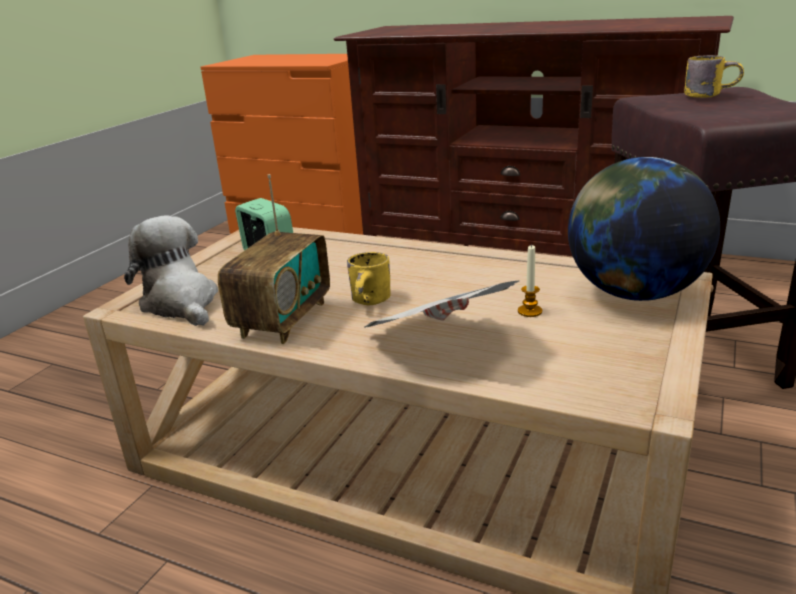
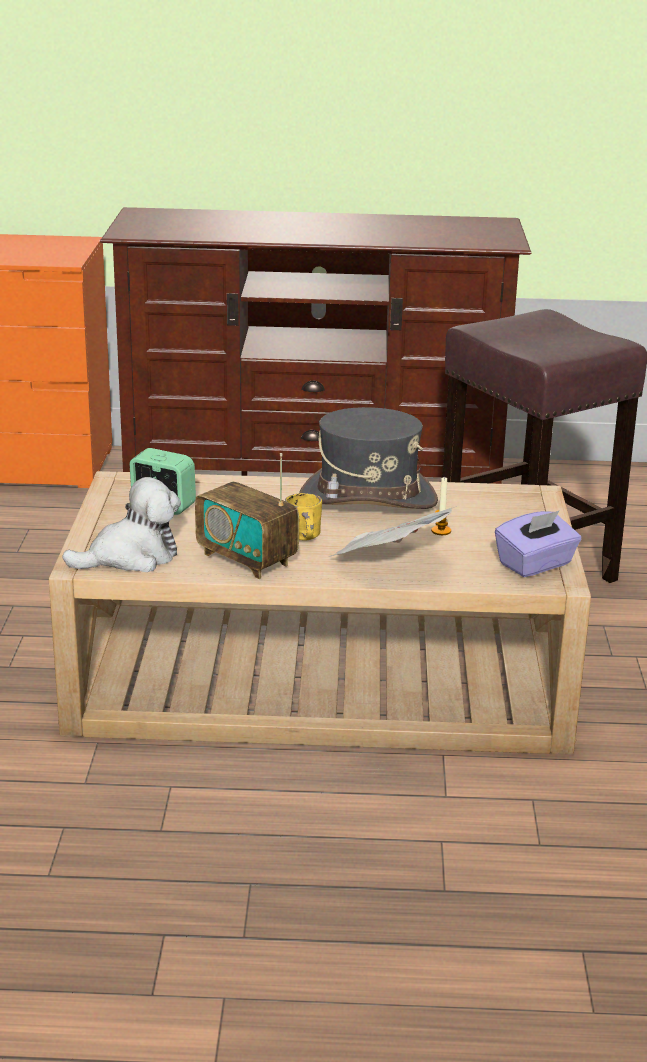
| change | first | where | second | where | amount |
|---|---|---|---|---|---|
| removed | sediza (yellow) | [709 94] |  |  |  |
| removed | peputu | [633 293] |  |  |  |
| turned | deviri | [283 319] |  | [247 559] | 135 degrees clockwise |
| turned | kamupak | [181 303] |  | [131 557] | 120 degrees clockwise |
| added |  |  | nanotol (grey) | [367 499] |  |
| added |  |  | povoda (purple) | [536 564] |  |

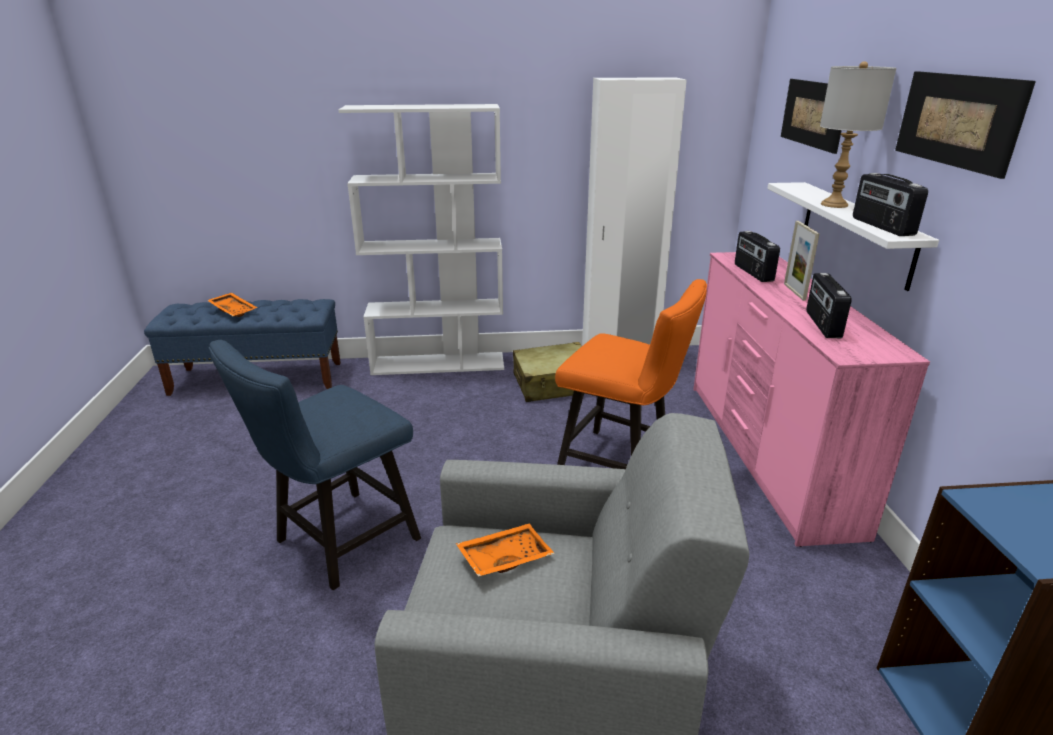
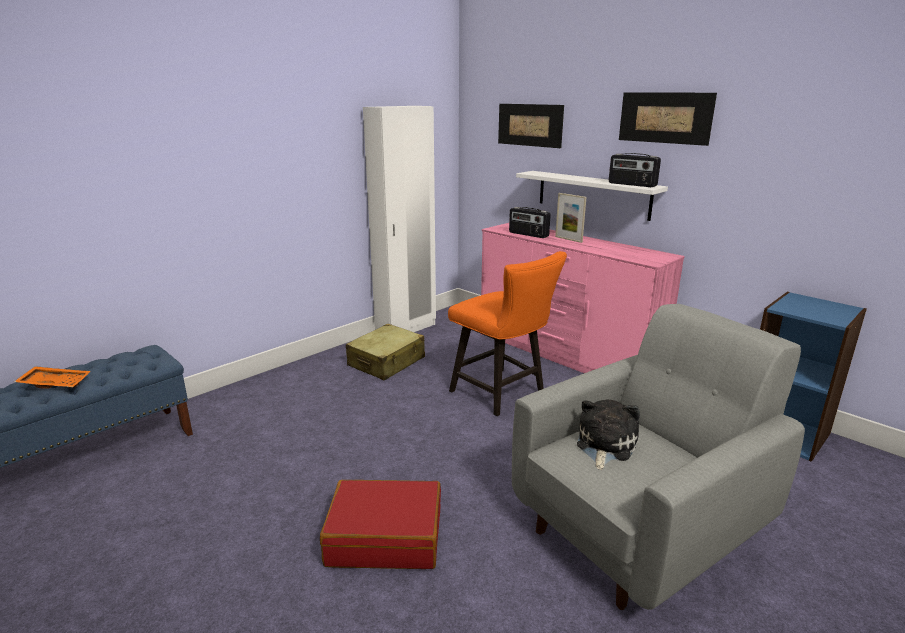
| change | first | where | second | where | amount |
|---|---|---|---|---|---|
| removed | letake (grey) | [834 205] |  |  |  |
| removed | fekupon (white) | [439 364] |  |  |  |
| removed | deviri | [822 324] |  |  |  |
| turned | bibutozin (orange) | [621 466] |  | [502 394] | 60 degrees clockwise |
| replaced | bibutozin (blue) | [338 544] | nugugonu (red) | [385 537] |  |
| replaced | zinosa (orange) | [504 557] | kamupak | [604 445] |  |

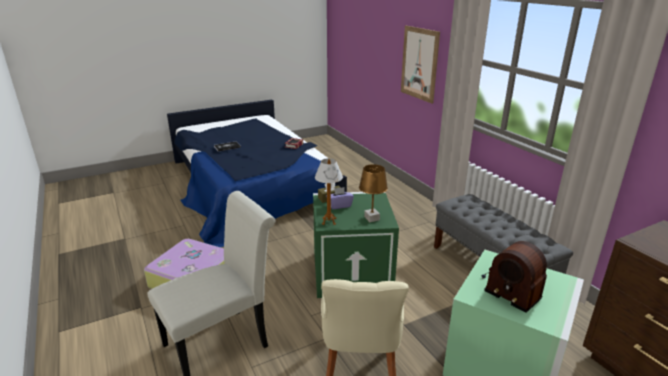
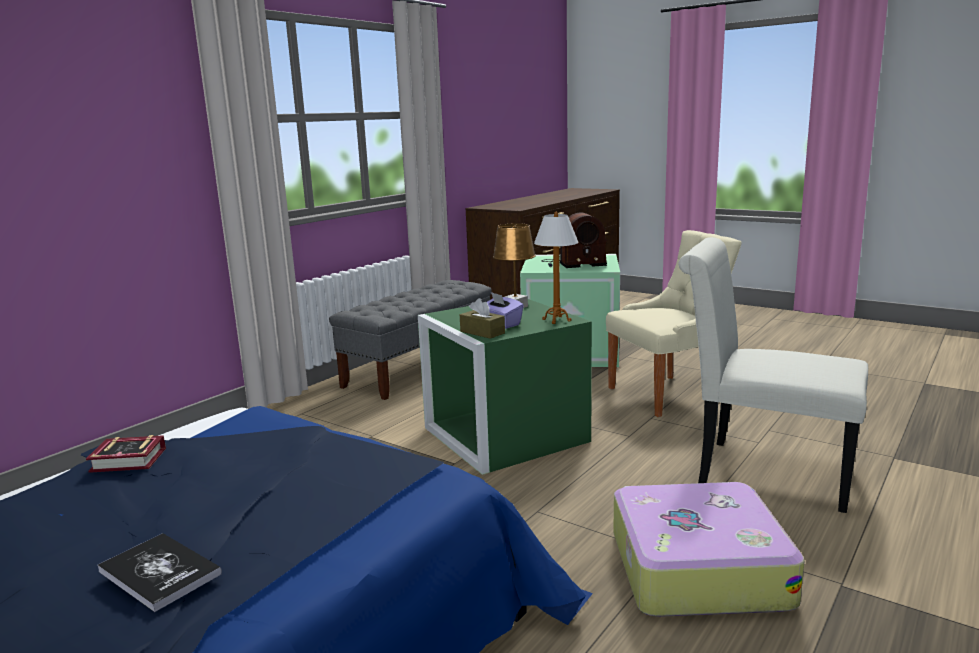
| change | first | where | second | where | amount |
|---|---|---|---|---|---|
| removed | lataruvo | [419 63] |  |  |  |
| turned | deviri | [510 287] |  | [572 264] | 60 degrees clockwise |

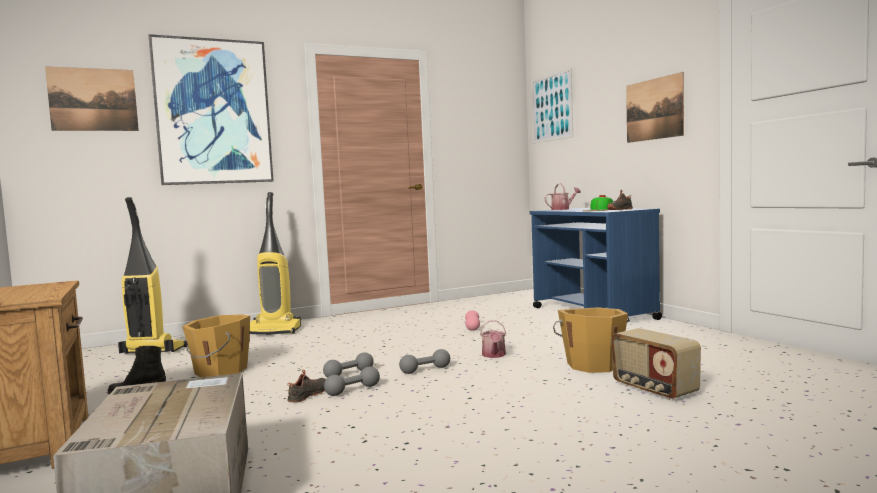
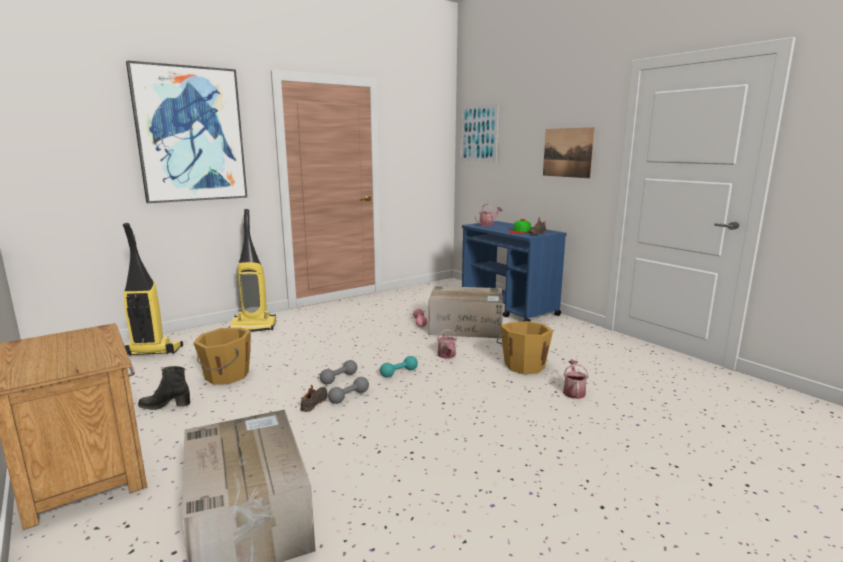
| change | first | where | second | where | amount |
|---|---|---|---|---|---|
| removed | lataruvo | [93 99] |  |  |  |
| replaced | deviri | [654 389] | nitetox | [573 391] |  |
| recoloured | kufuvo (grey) | [425 370] | kufuvo (turquoise) | [399 373] |  |
| added |  |  | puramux | [466 327] |  |

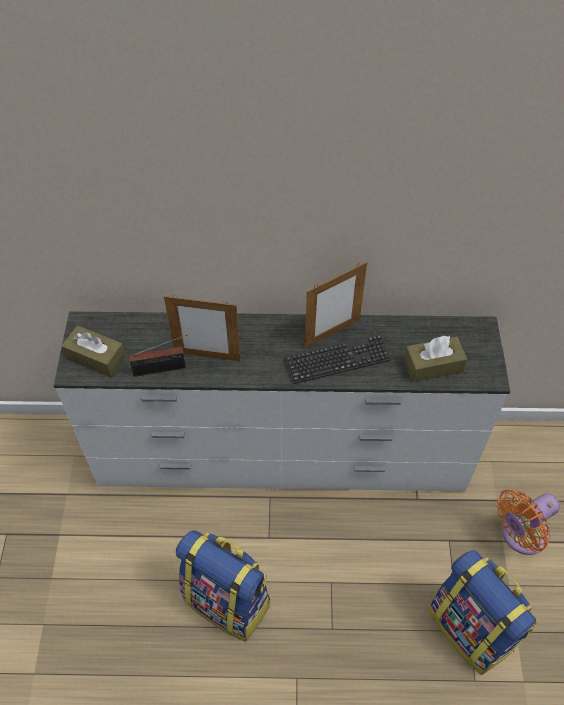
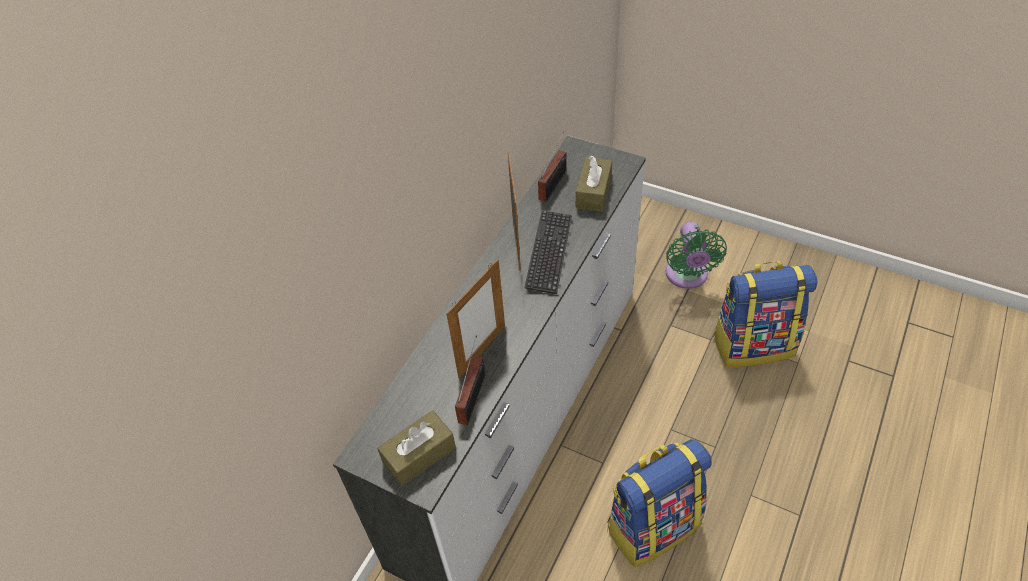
| change | first | where | second | where | amount |
|---|---|---|---|---|---|
| recoloured | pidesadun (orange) | [520 535] | pidesadun (green) | [687 276] |  |
| added |  |  | deviri | [554 183] |  |

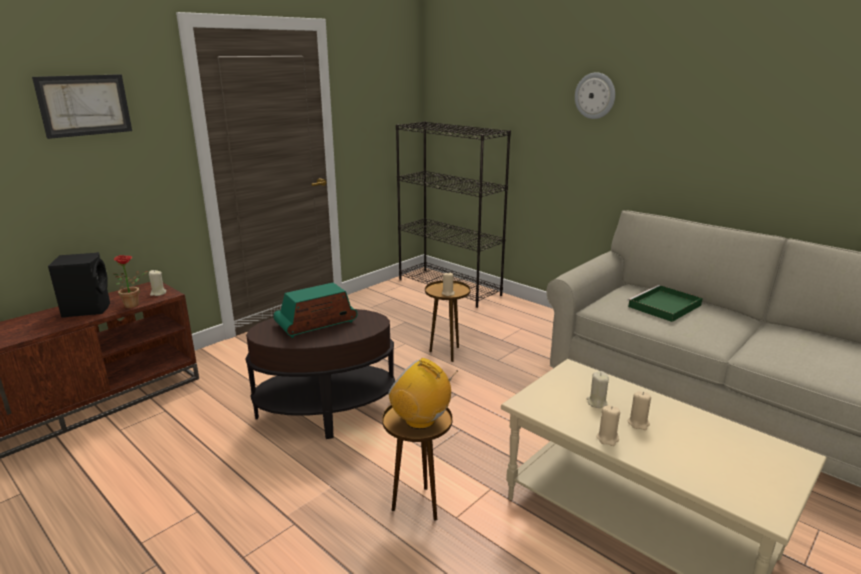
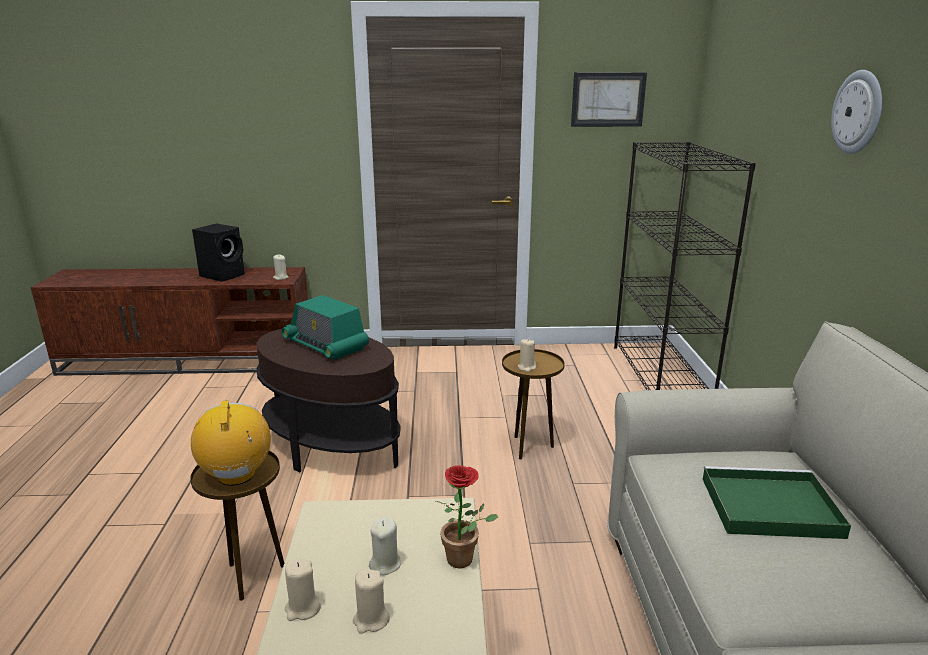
| change | first | where | second | where | amount |
|---|---|---|---|---|---|
| moved | lataruvo | [84 105] |  | [608 99] |  |
| moved | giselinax | [135 305] |  | [465 560] |  |
| turned | deviri | [316 323] |  | [326 345] | 150 degrees counterclockwise |

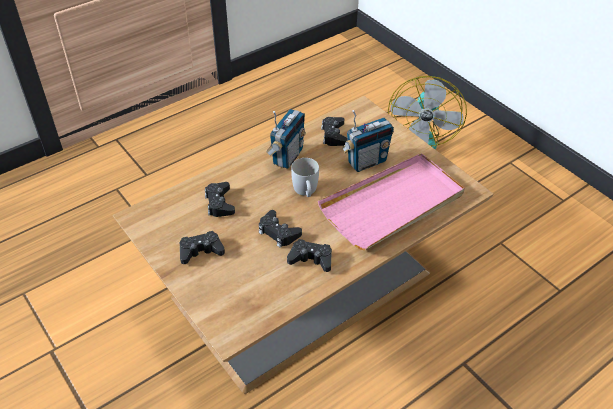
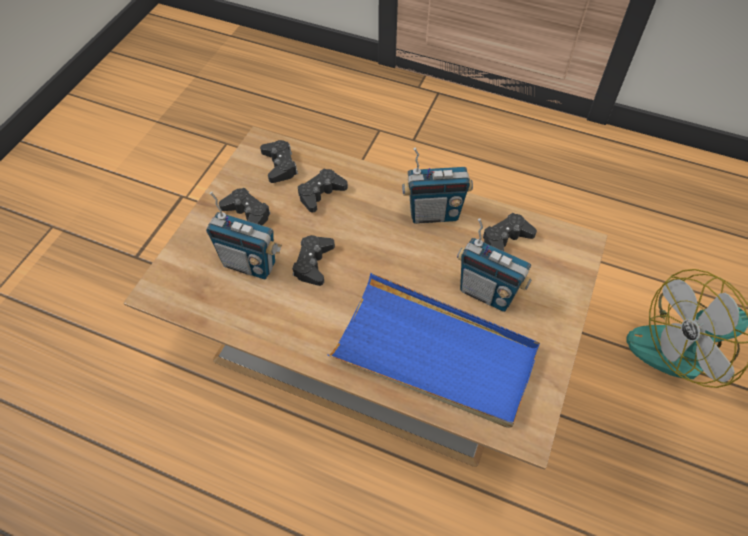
| change | first | where | second | where | amount |
|---|---|---|---|---|---|
| recoloured | zinosa (pink) | [393 204] | zinosa (blue) | [435 354] |  |
| removed | sediza (white) | [306 191] |  |  |  |
| moved | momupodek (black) | [311 259] |  | [280 165] |  |
| added |  |  | deviri | [250 264] |  |

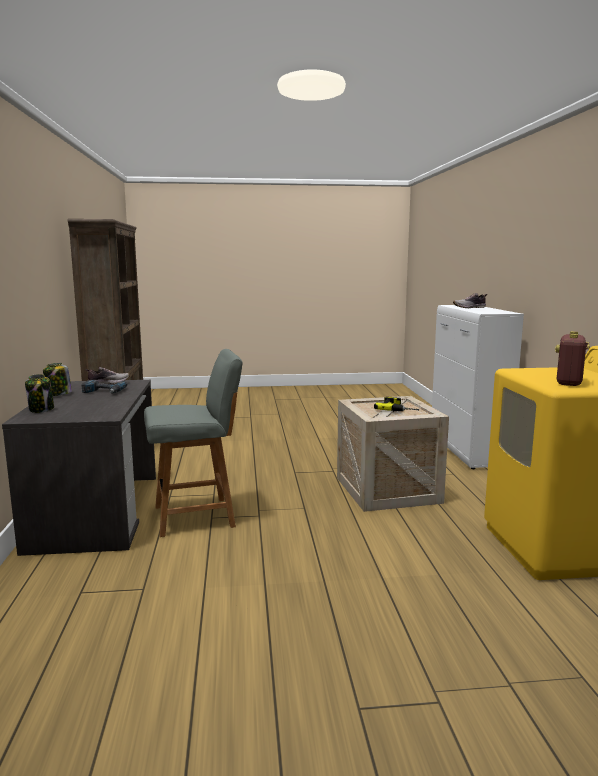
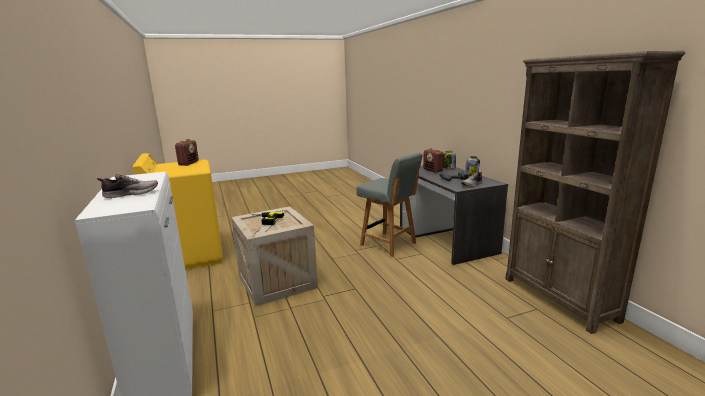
| change | first | where | second | where | amount |
|---|---|---|---|---|---|
| turned | bibutozin (grey) | [196 516] |  | [389 244] | 105 degrees counterclockwise |
| added |  |  | deviri | [433 170] |  |

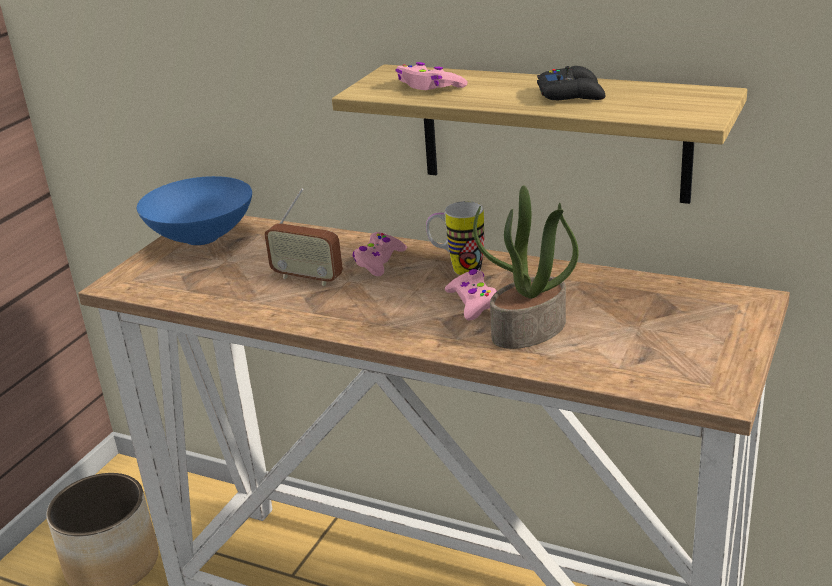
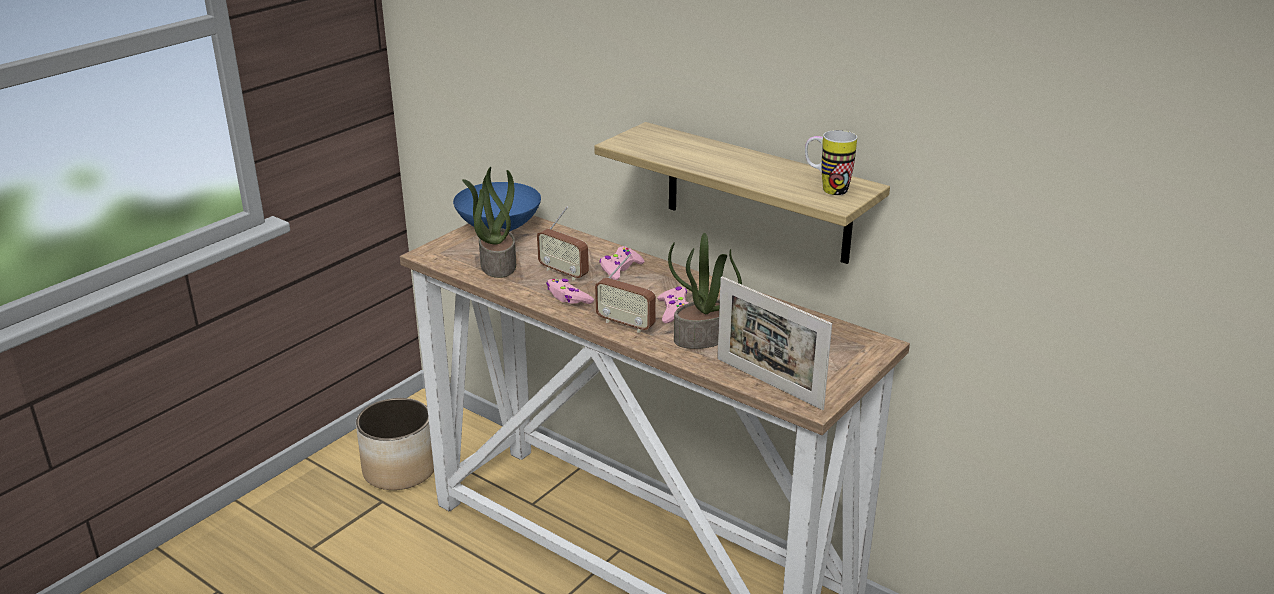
| change | first | where | second | where | amount |
|---|---|---|---|---|---|
| moved | momupodek (pink) | [429 86] |  | [568 298] |  |
| removed | momupodek (black) | [571 94] |  |  |  |
| moved | sediza | [457 269] |  | [826 189] |  |
| added |  |  | giselinax | [497 264] |  |
| added |  |  | deviri | [625 324] |  |
| added |  |  | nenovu | [768 383] |  |

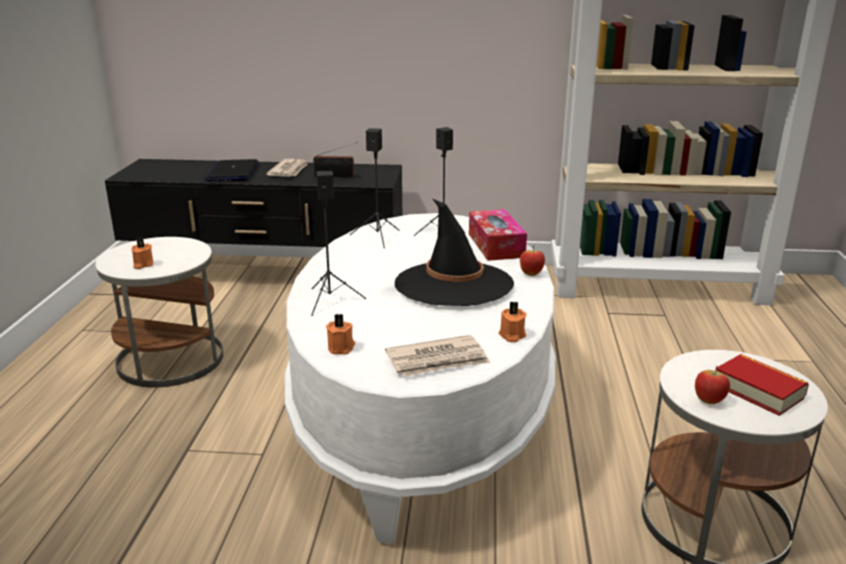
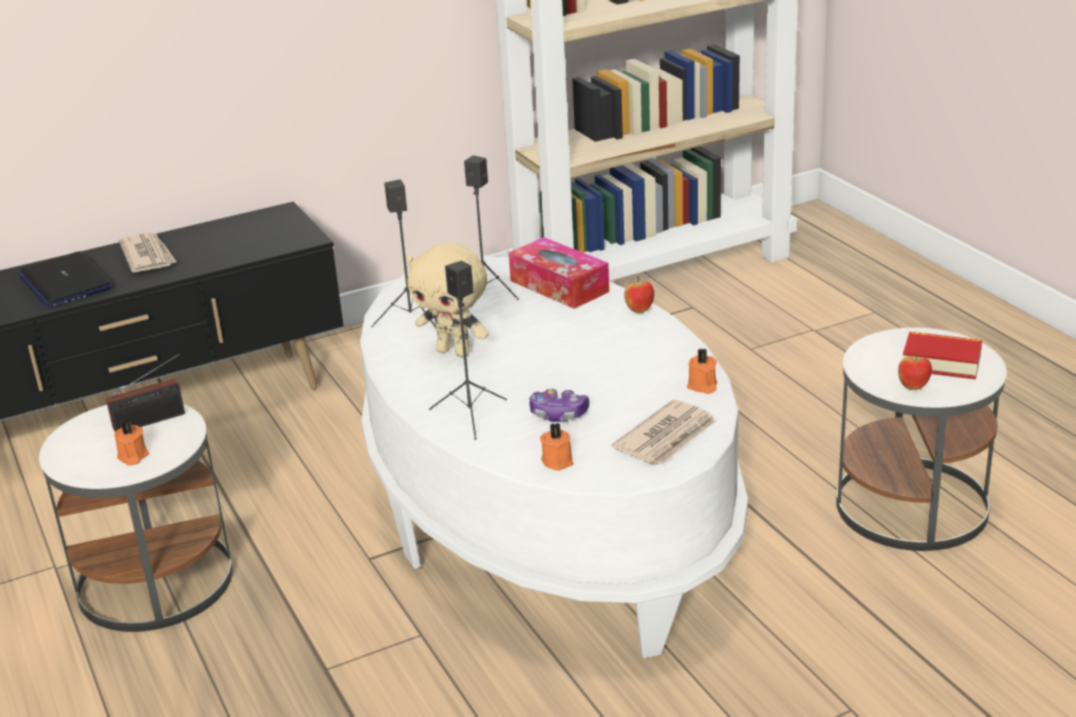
| change | first | where | second | where | amount |
|---|---|---|---|---|---|
| moved | deviri | [336 177] |  | [153 420] |  |
| removed | nanotol (black) | [453 284] |  |  |  |
| added |  |  | kamupak (beige) | [454 351] |  |
| added |  |  | momupodek | [558 414] |  |

